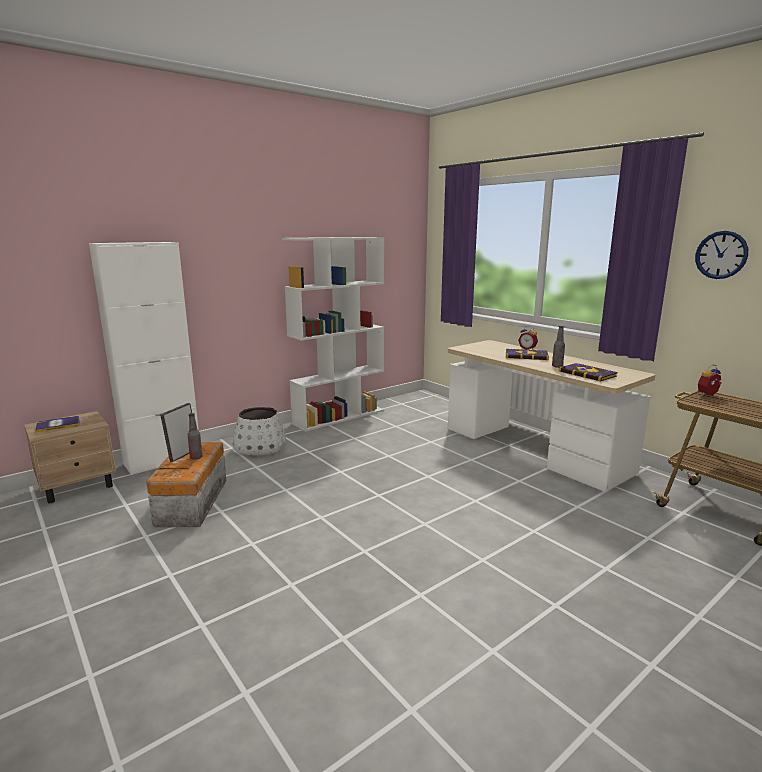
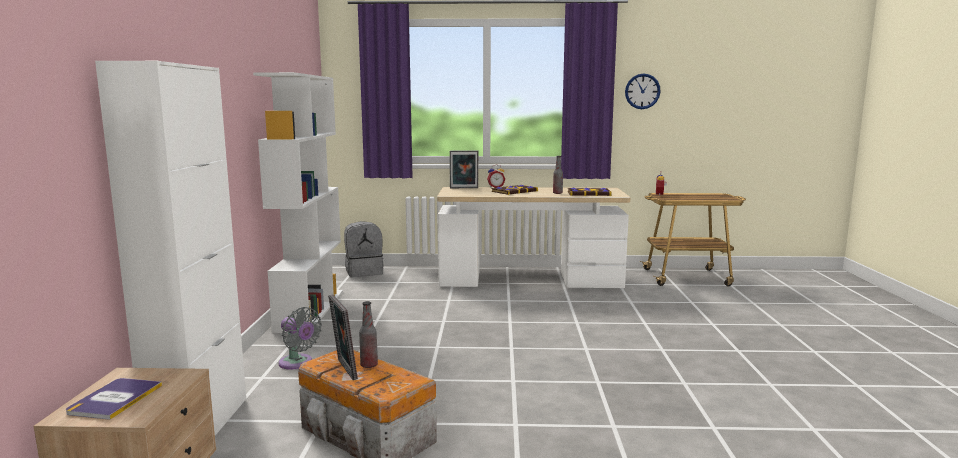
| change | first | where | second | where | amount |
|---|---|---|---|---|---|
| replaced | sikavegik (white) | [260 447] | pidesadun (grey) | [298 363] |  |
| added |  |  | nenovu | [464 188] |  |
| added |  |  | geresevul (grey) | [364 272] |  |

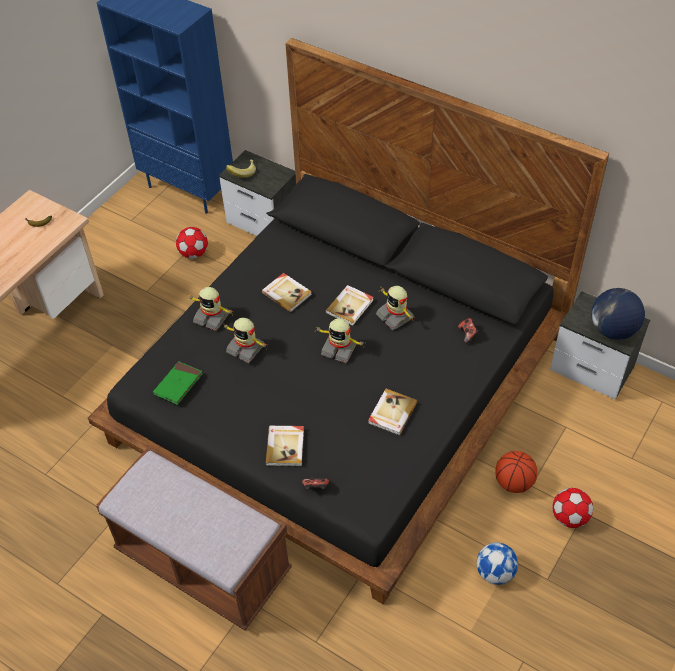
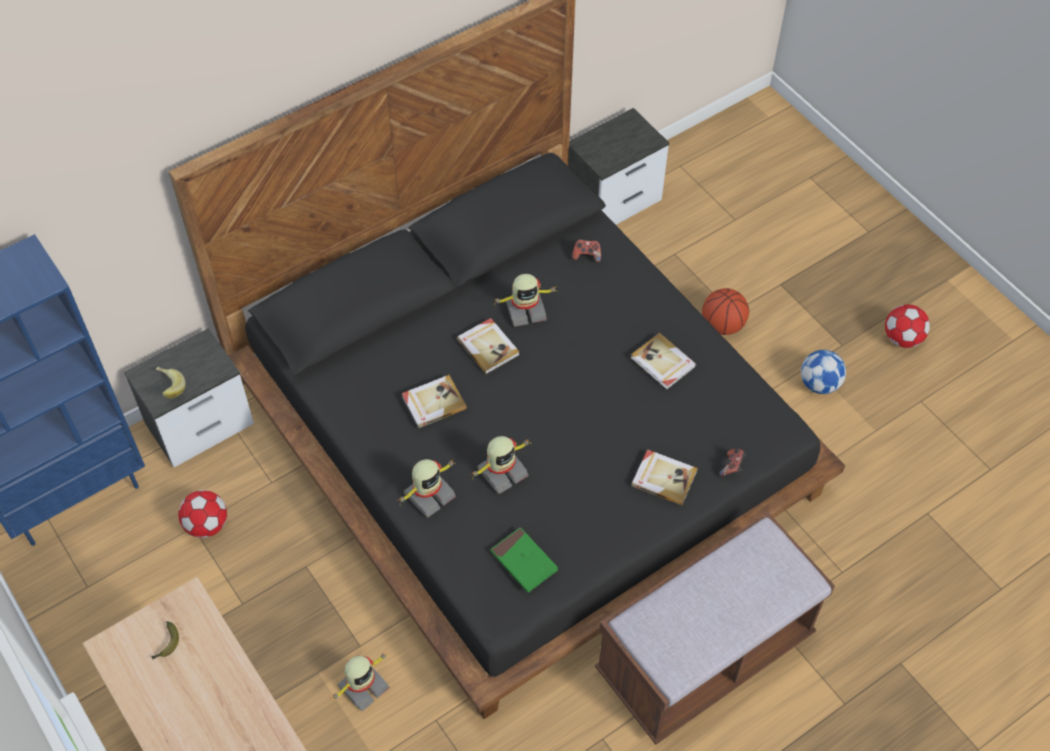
| change | first | where | second | where | amount |
|---|---|---|---|---|---|
| removed | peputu | [613 330] |  |  |  |
| moved | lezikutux | [339 348] |  | [362 686] |  |
| moved | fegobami | [569 517] |  | [902 338] |  |

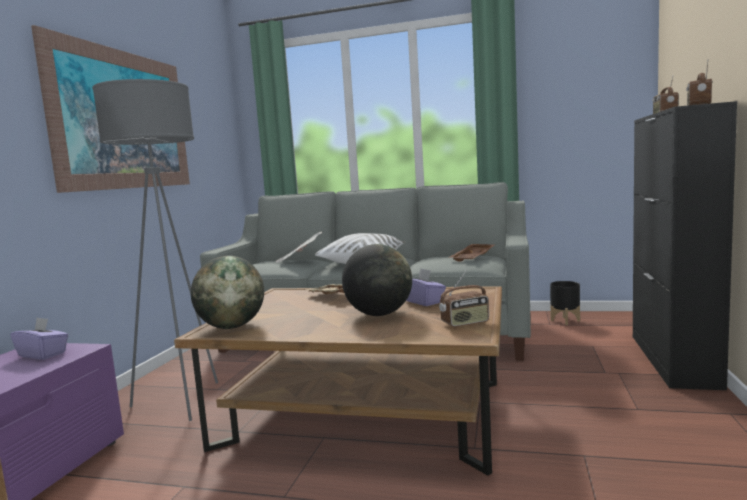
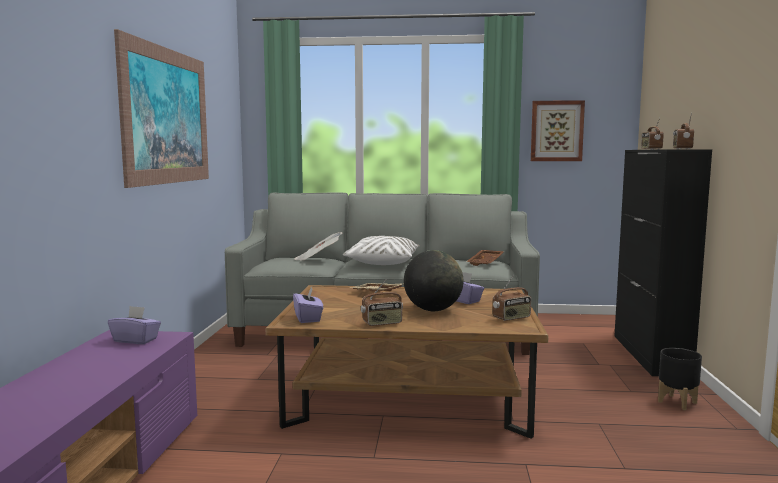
| change | first | where | second | where | amount |
|---|---|---|---|---|---|
| removed | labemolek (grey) | [181 402] |  |  |  |
| replaced | peputu | [231 327] | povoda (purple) | [308 318] |  |
| moved | sikavegik (black) | [565 321] |  | [677 402] |  |
| added |  |  | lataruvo | [556 131] |  |
| added |  |  | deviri | [382 323] |  |

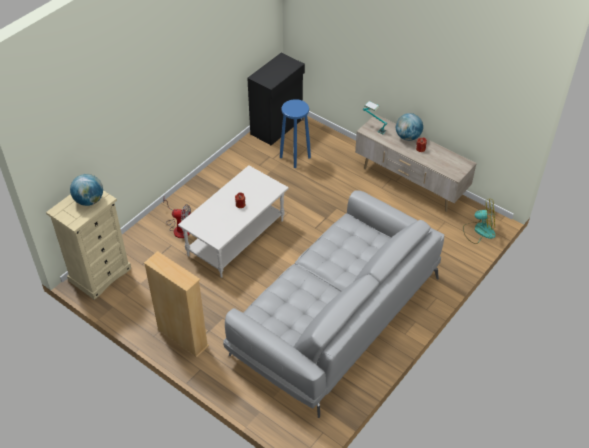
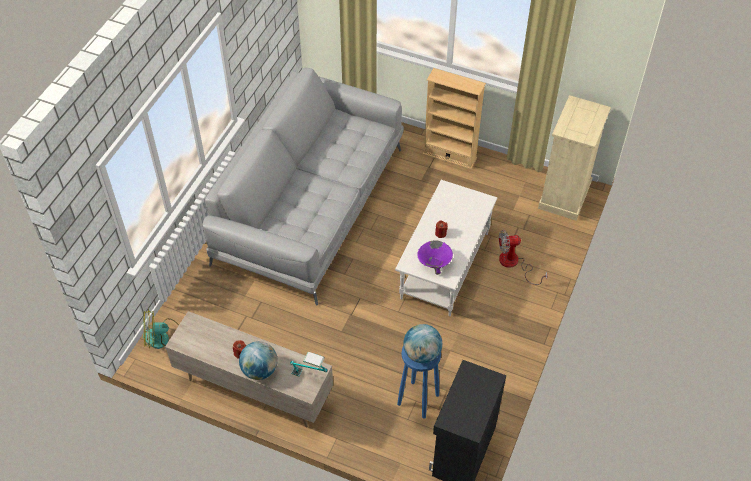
| change | first | where | second | where | amount |
|---|---|---|---|---|---|
| moved | peputu | [89 200] |  | [422 353] |  |
| added |  |  | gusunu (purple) | [434 263] |  |

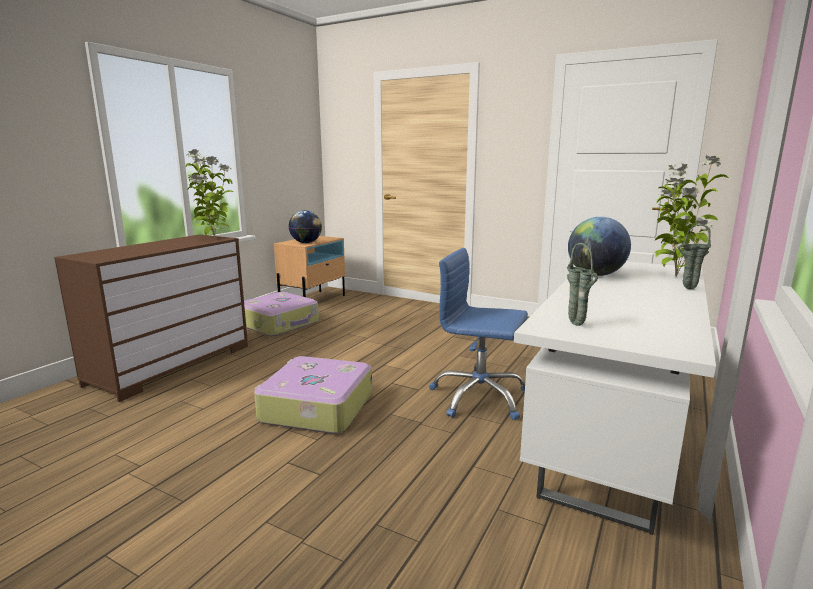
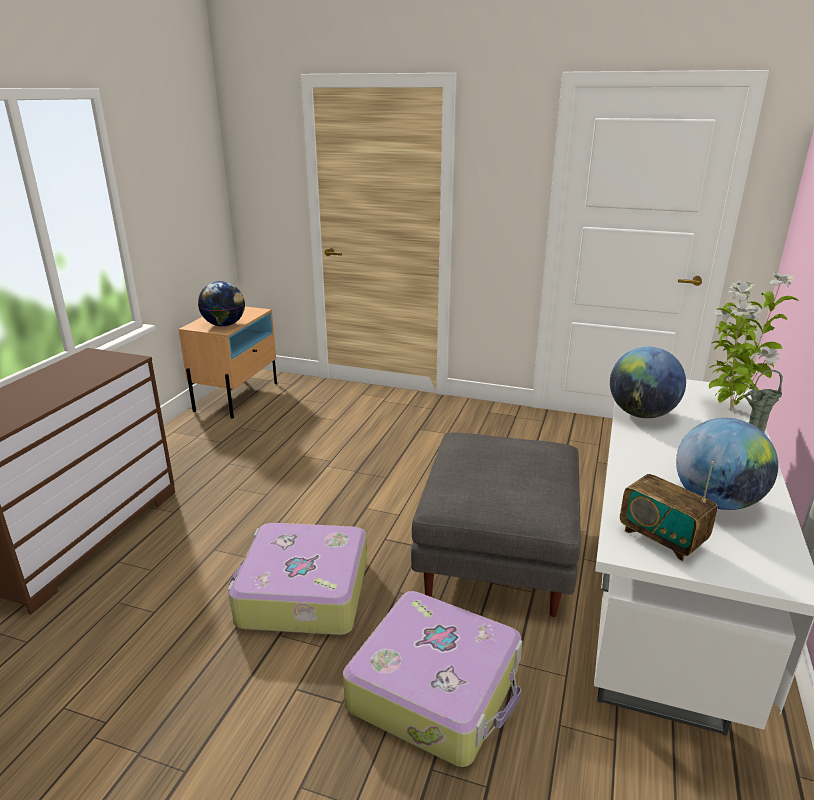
| change | first | where | second | where | amount |
|---|---|---|---|---|---|
| removed | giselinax | [213 238] |  |  |  |
| replaced | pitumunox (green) | [578 325] | deviri | [661 538] |  |
| replaced | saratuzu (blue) | [479 397] | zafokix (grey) | [496 552] |  |
| moved | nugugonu | [279 323] |  | [436 688] |  |
| added |  |  | peputu | [716 501] |  |

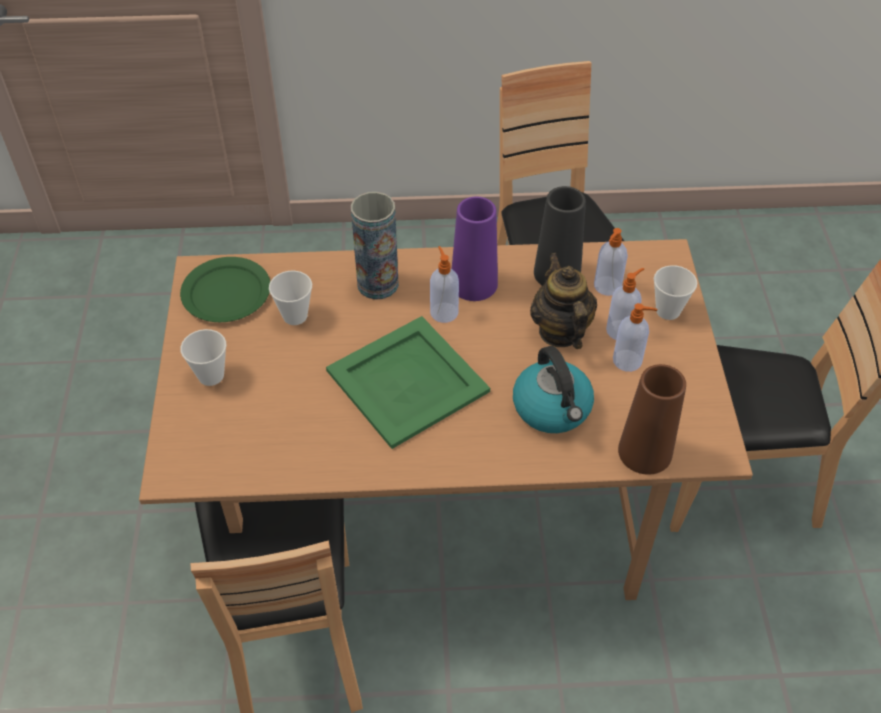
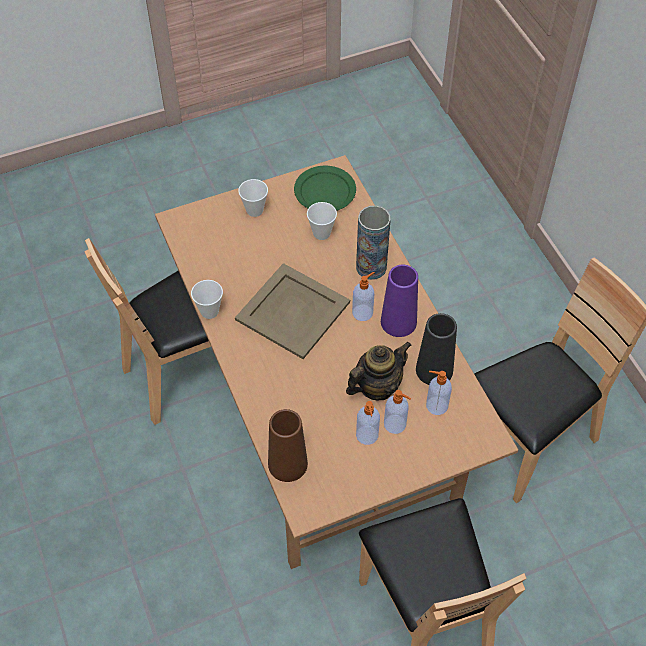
| change | first | where | second | where | amount |
|---|---|---|---|---|---|
| moved | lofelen | [668 311] |  | [209 311] |  |
| recoloured | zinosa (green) | [406 381] | zinosa (beige) | [292 310] |  |
| removed | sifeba | [553 408] |  |  |  |

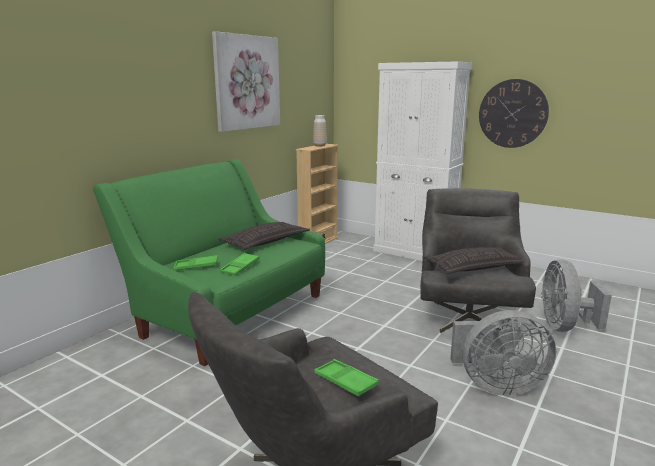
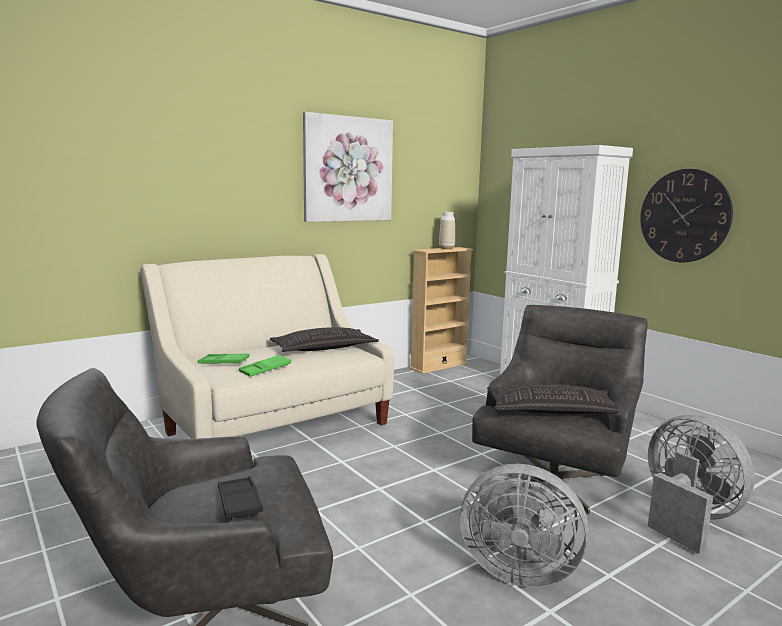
| change | first | where | second | where | amount |
|---|---|---|---|---|---|
| recoloured | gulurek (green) | [228 312] | gulurek (beige) | [273 424] |  |
| turned | pidesadun (grey) | [564 326] |  | [687 518] | 120 degrees clockwise |
| recoloured | zinosa (green) | [345 381] | zinosa (black) | [239 502] |  |

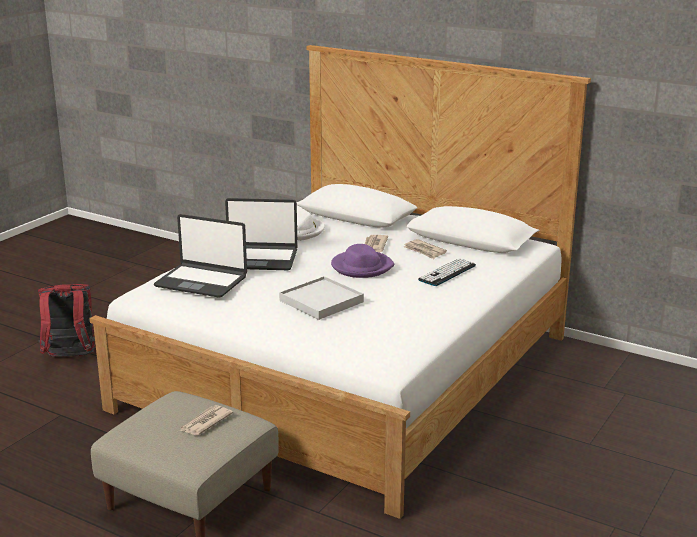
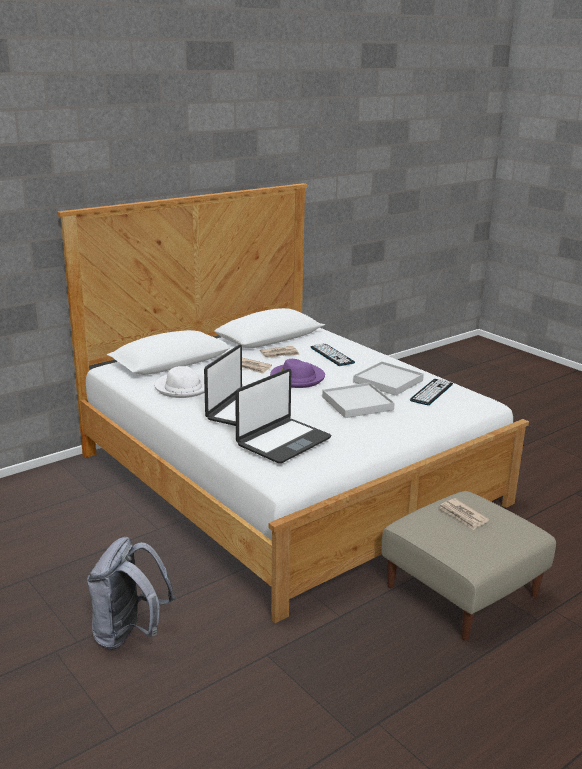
| change | first | where | second | where | amount |
|---|---|---|---|---|---|
| recoloured | geresevul (red) | [70 357] | geresevul (grey) | [129 634] |  |
| added |  |  | zinosa (white) | [388 381] |  |
| added |  |  | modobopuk | [431 392] |  |

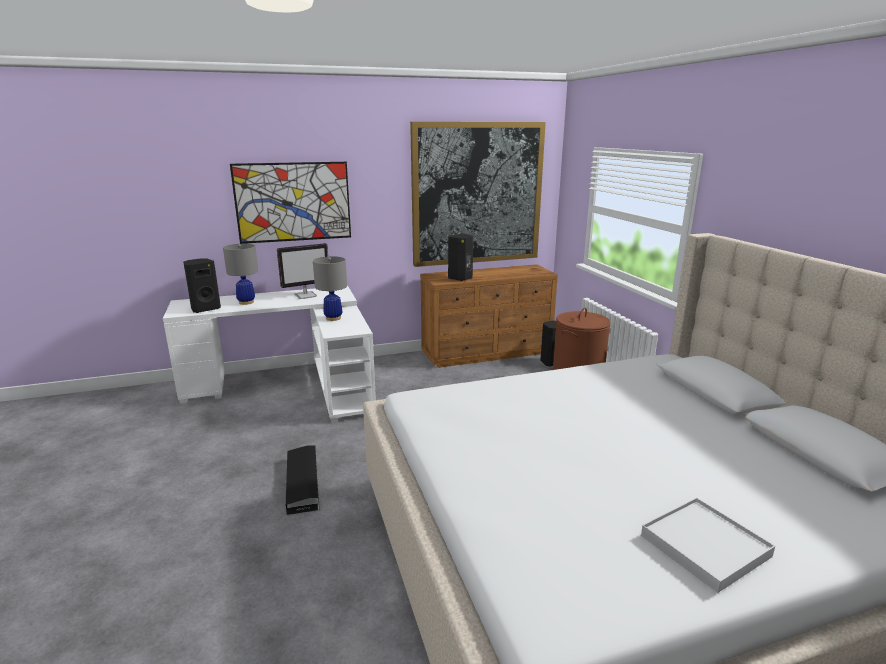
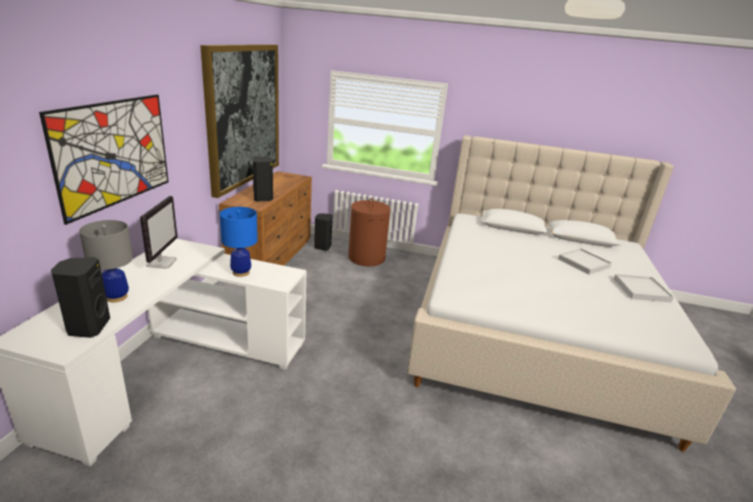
| change | first | where | second | where | amount |
|---|---|---|---|---|---|
| recoloured | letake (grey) | [333 318] | letake (blue) | [241 272] |  |
| removed | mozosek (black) | [303 483] |  |  |  |
| added |  |  | zinosa (white) | [584 263] |  |

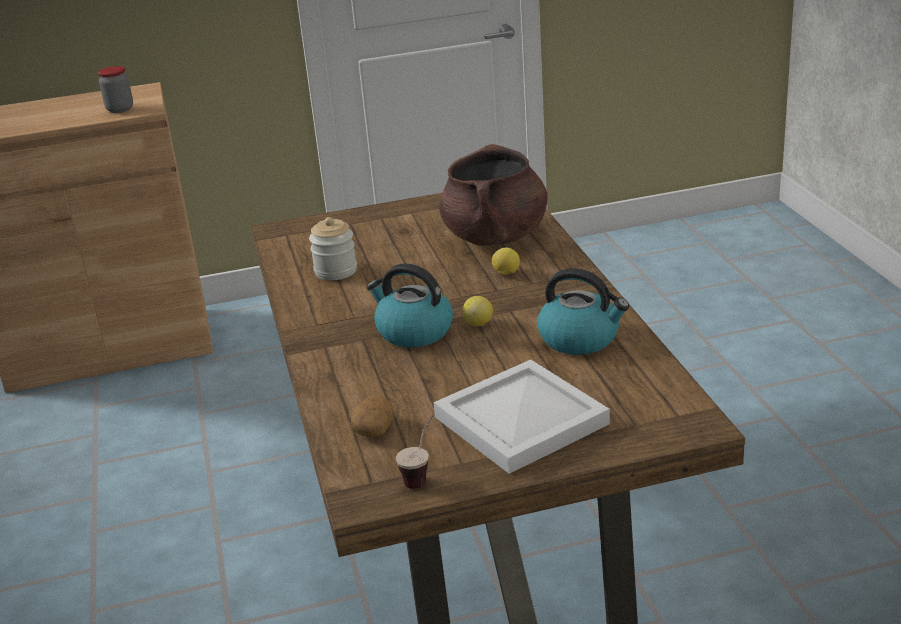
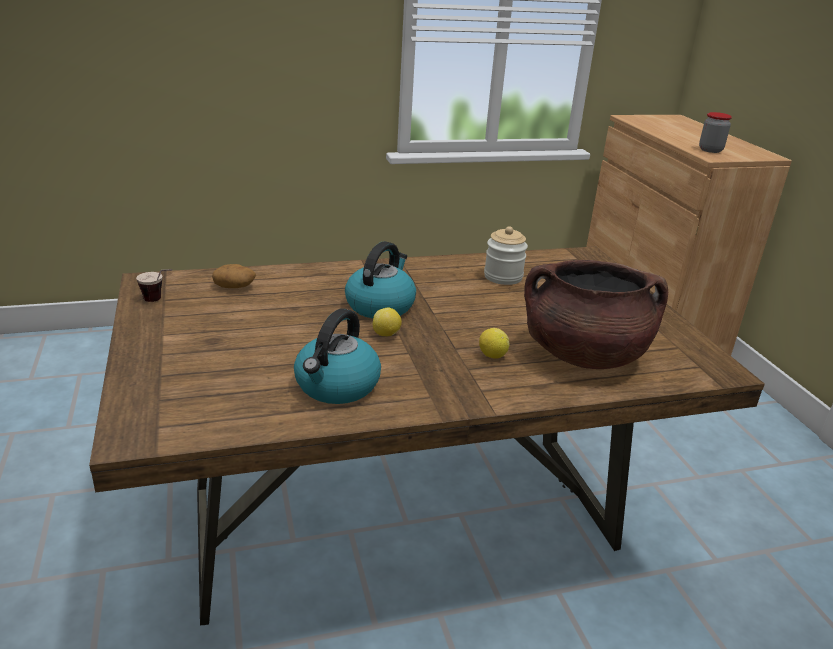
| change | first | where | second | where | amount |
|---|---|---|---|---|---|
| removed | zinosa (white) | [521 419] |  |  |  |

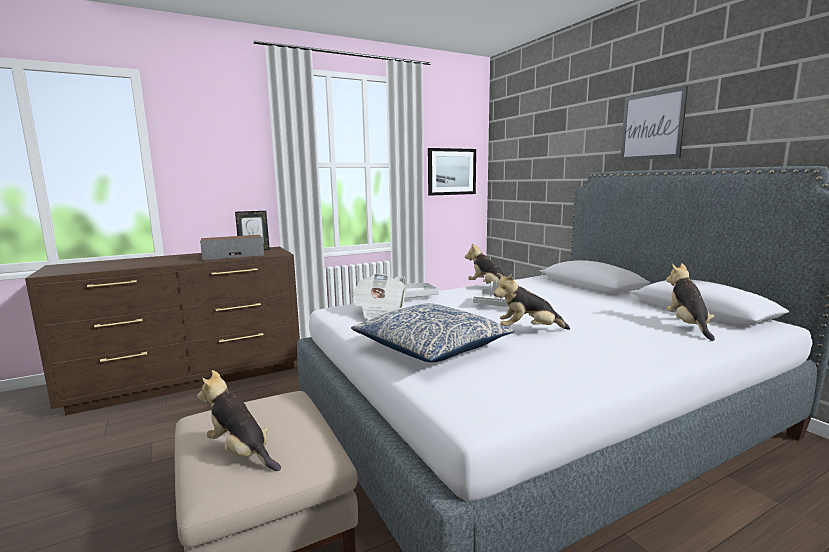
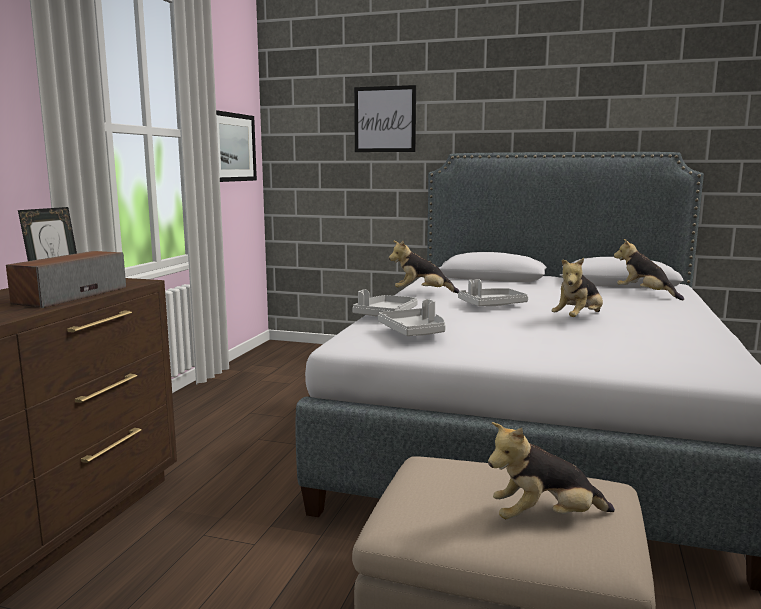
| change | first | where | second | where | amount |
|---|---|---|---|---|---|
| moved | lataruvo | [652 126] |  | [385 119] |  |
| replaced | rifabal | [379 311] | zinosa (grey) | [414 332] |  |
| removed | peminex | [431 347] |  |  |  |

